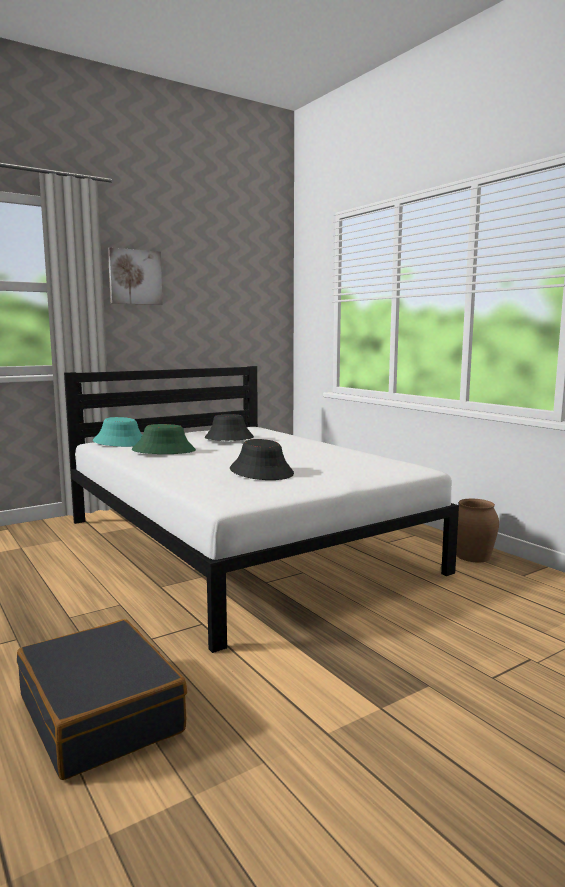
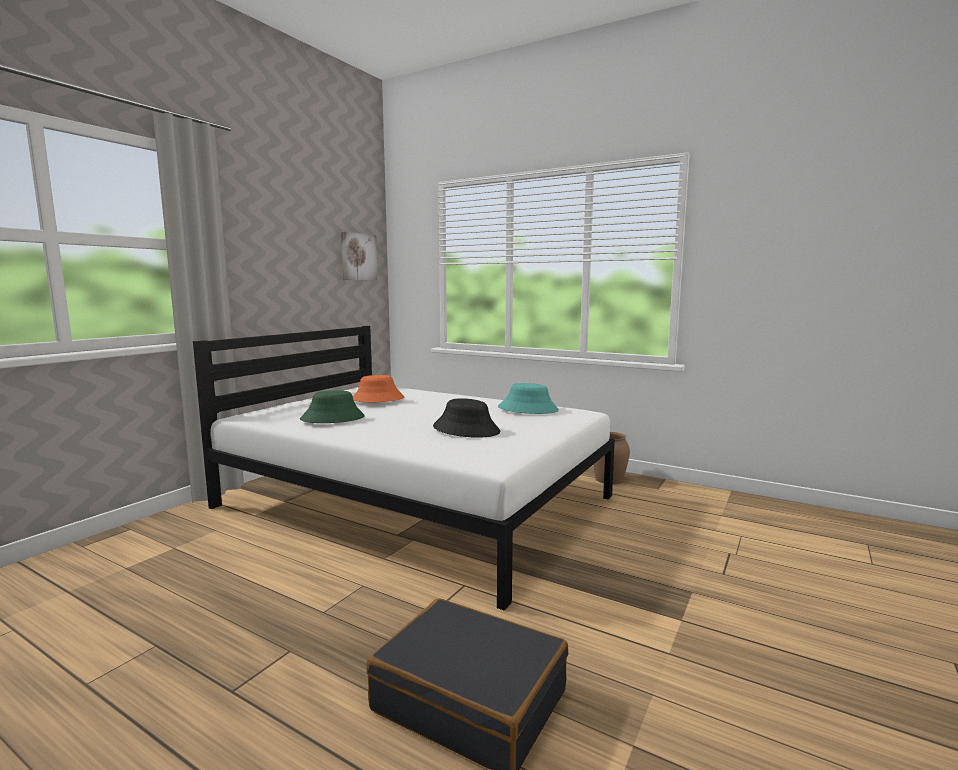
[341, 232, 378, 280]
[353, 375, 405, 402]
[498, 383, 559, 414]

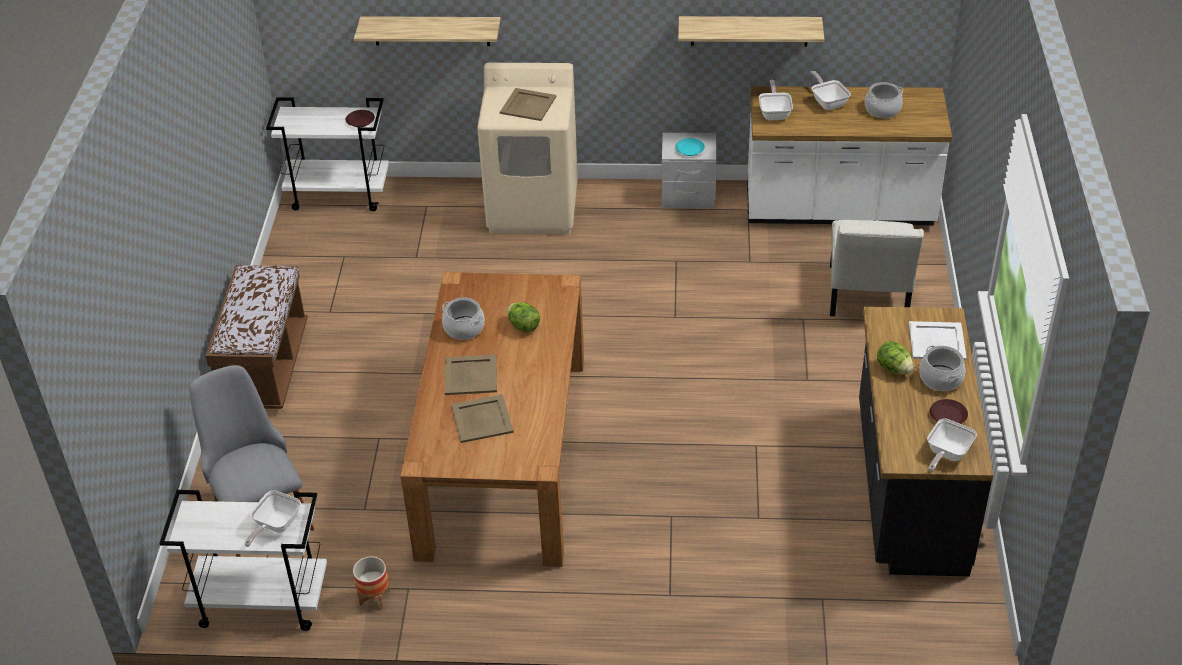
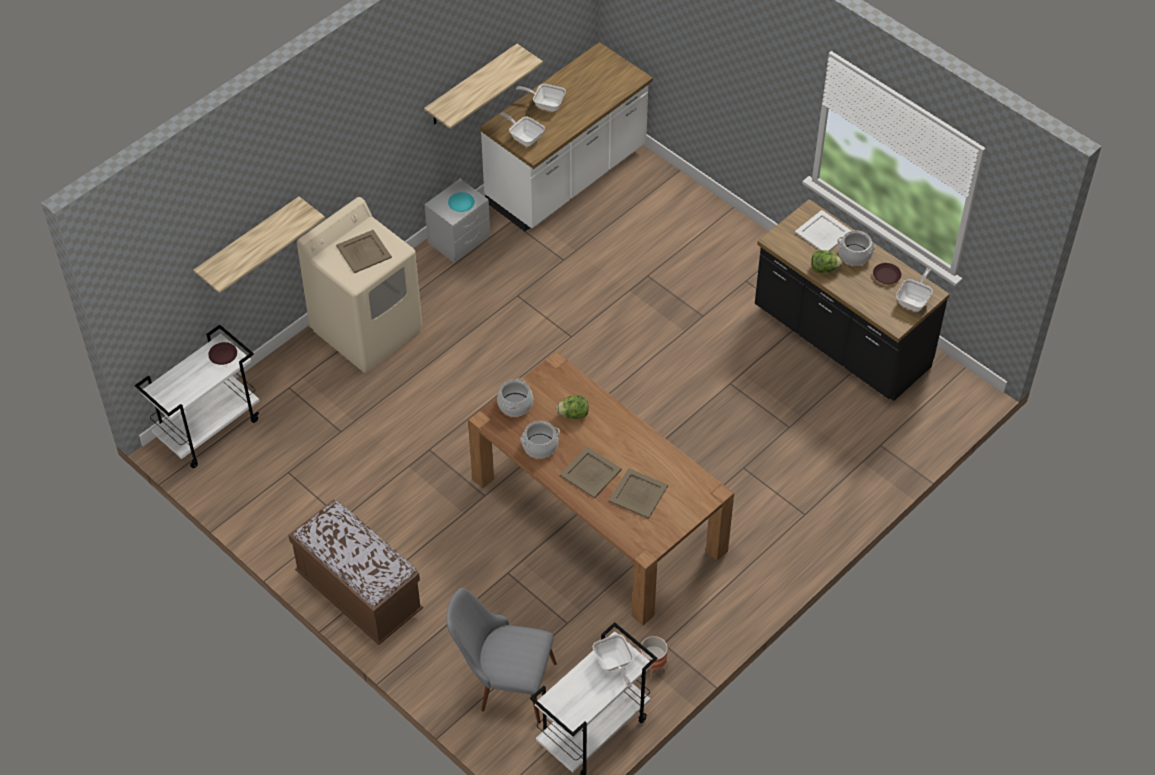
[497, 378, 533, 417]
[896, 268, 933, 311]
[830, 220, 924, 316] (first image)

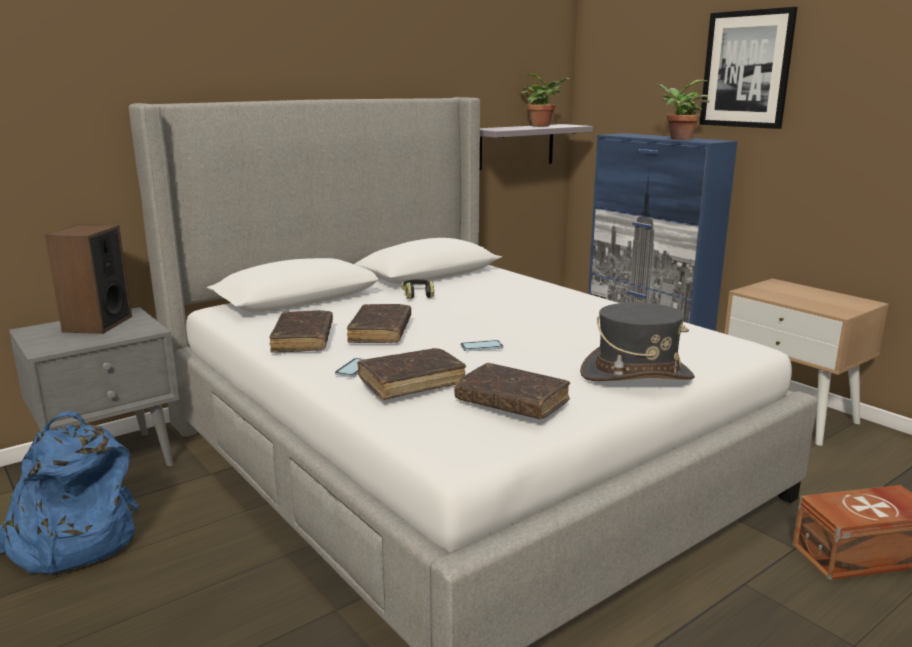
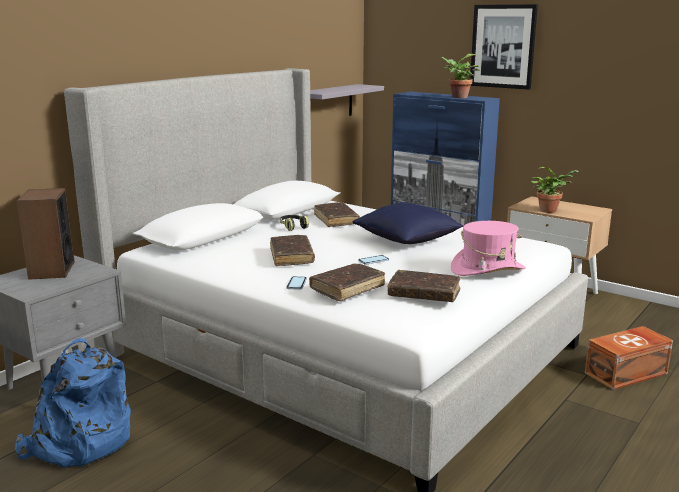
[314, 202, 360, 227]
[353, 203, 463, 244]
[451, 221, 526, 276]
[531, 167, 579, 213]

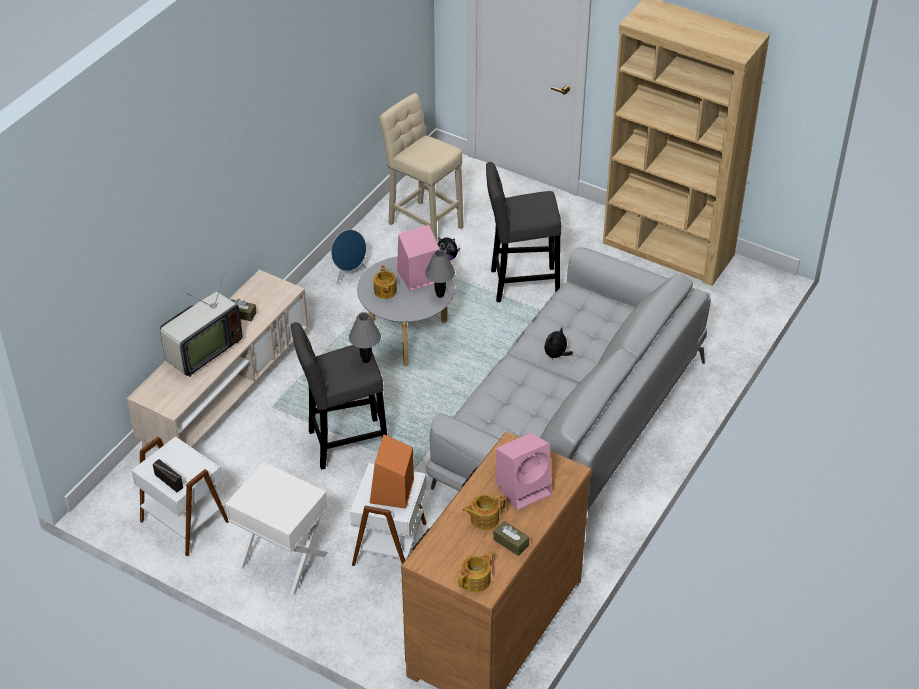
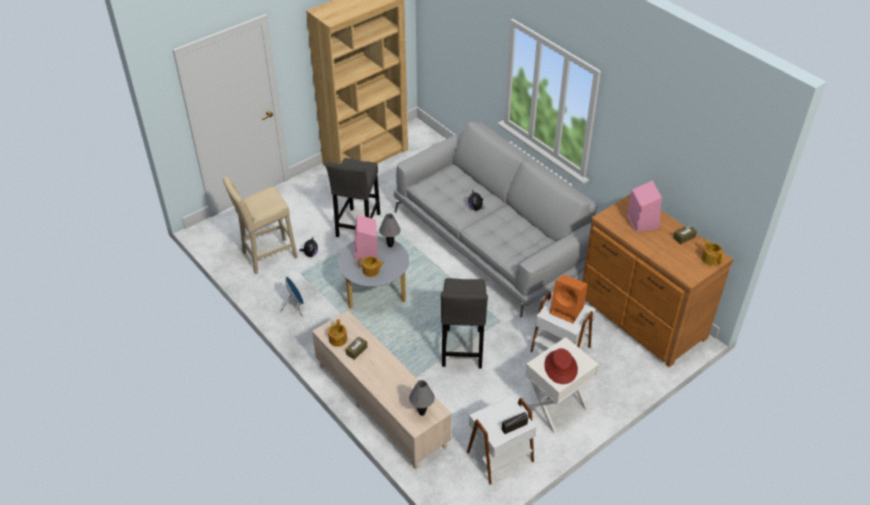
[328, 319, 347, 347]
[409, 380, 435, 416]
[544, 348, 578, 384]
[160, 268, 243, 377] (first image)

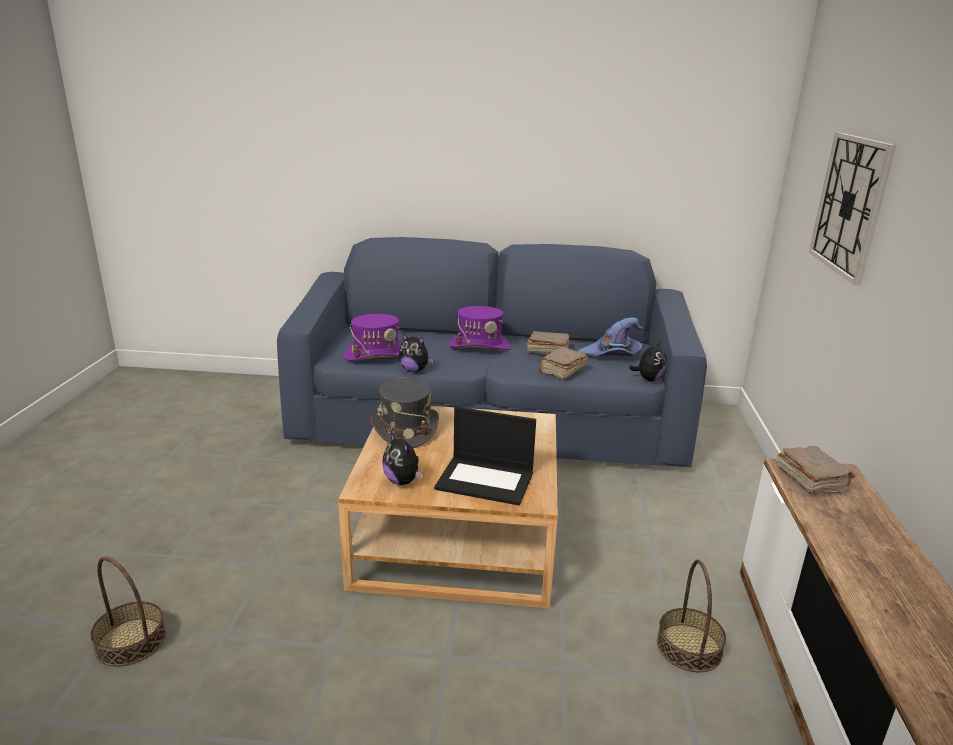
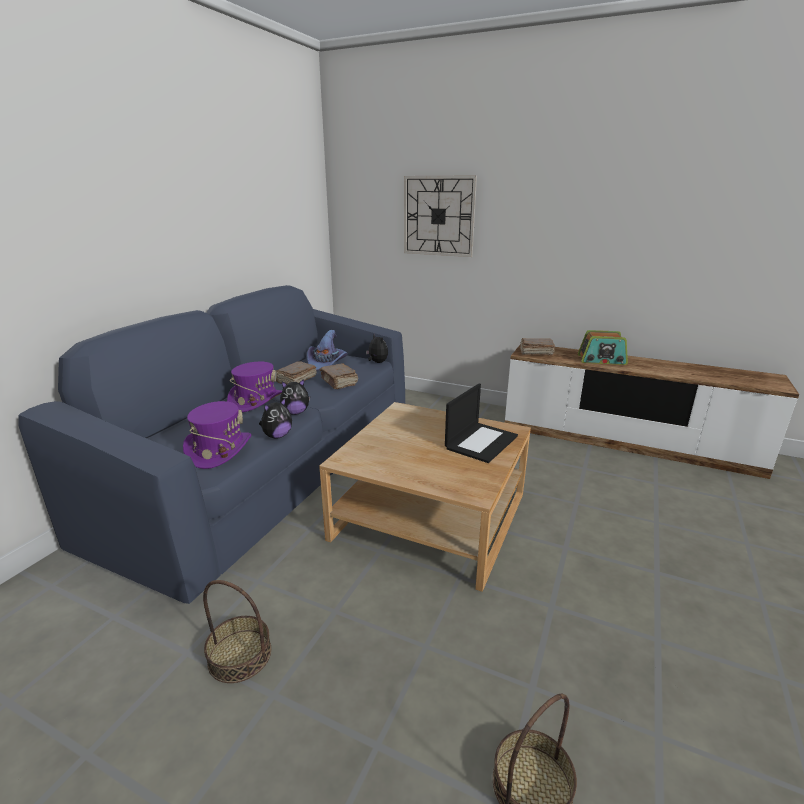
[203, 580, 271, 683]
[280, 379, 310, 415]
[578, 330, 628, 365]
[370, 377, 439, 448] (first image)

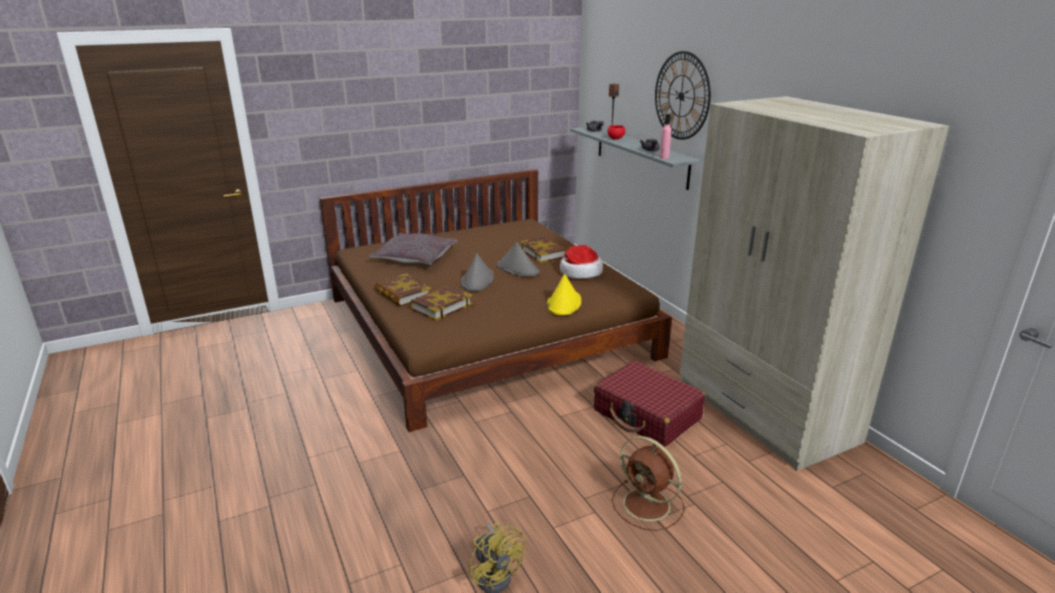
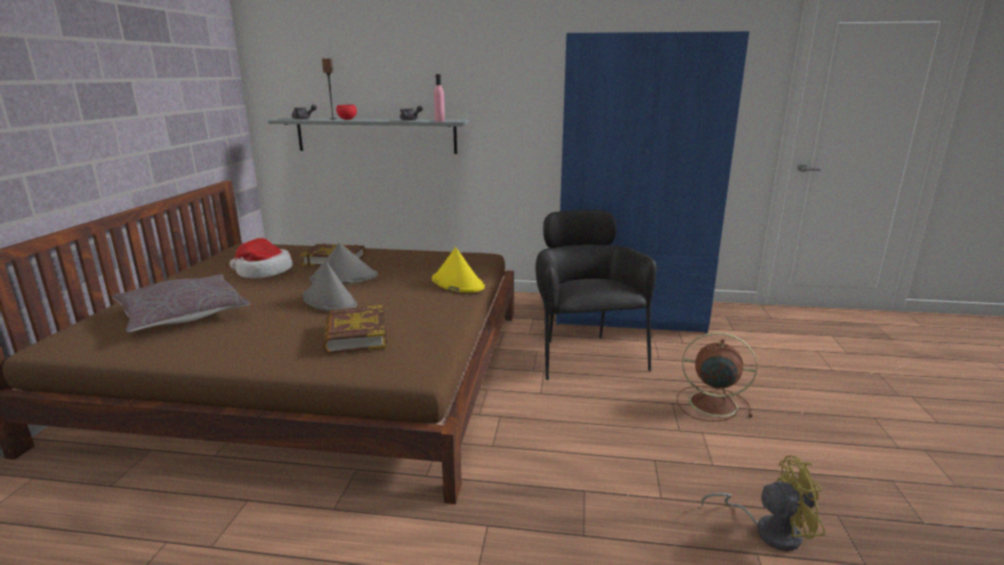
[230, 238, 293, 278]
[535, 210, 657, 380]
[556, 31, 749, 333]
[677, 332, 757, 422]
[375, 274, 431, 307] (first image)
[655, 51, 711, 140] (first image)

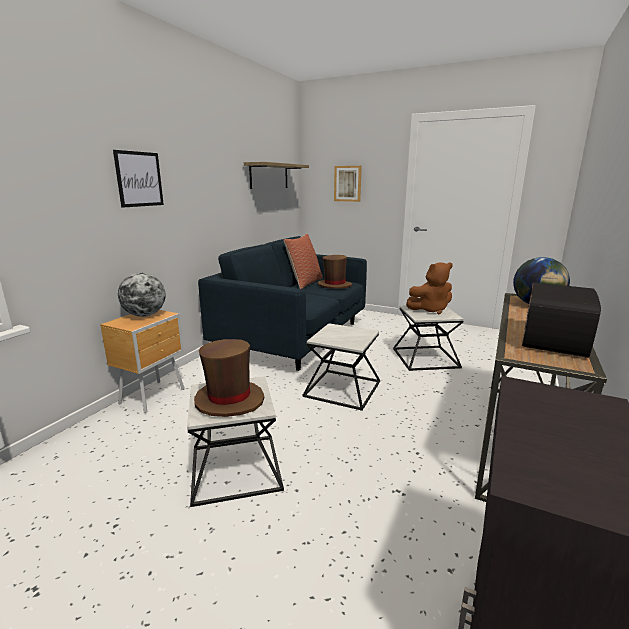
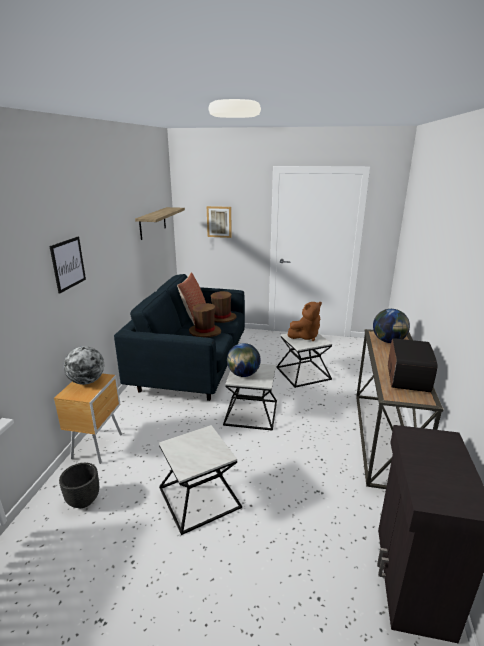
[59, 463, 99, 508]
[189, 303, 221, 337]
[227, 343, 261, 377]

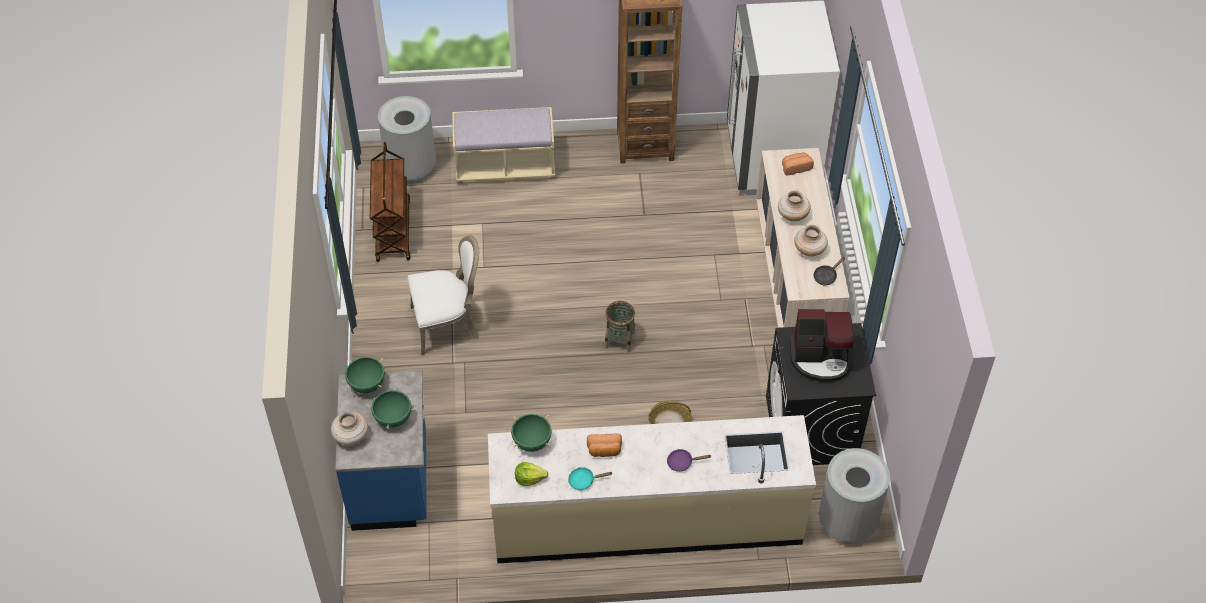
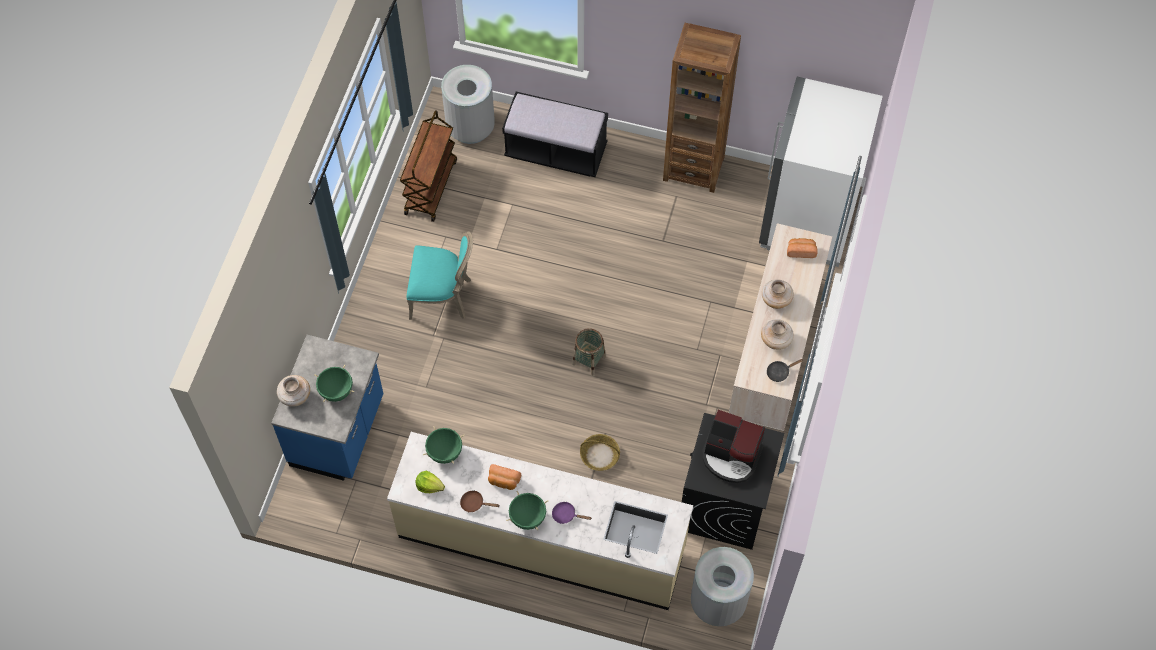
[407, 232, 473, 320]
[460, 490, 500, 513]
[502, 92, 608, 177]
[506, 491, 549, 530]

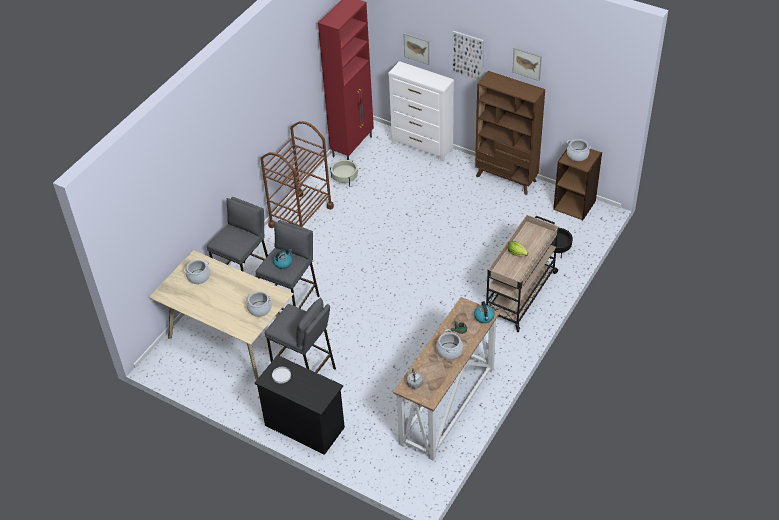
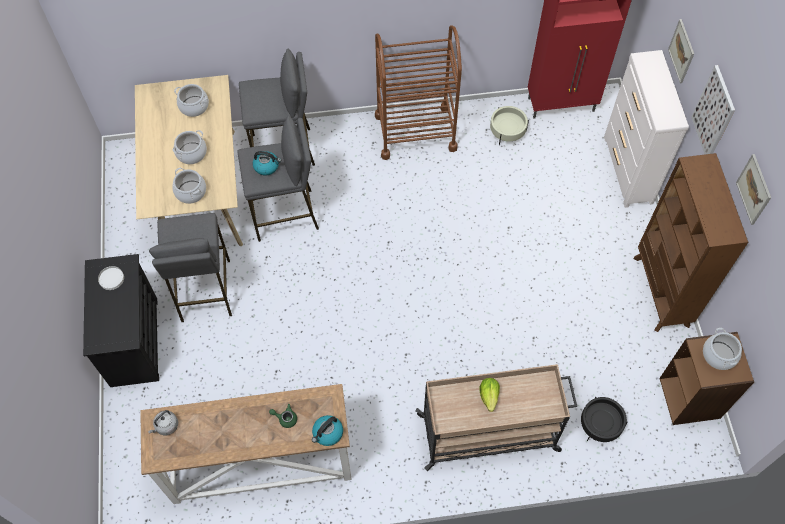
[172, 130, 207, 164]

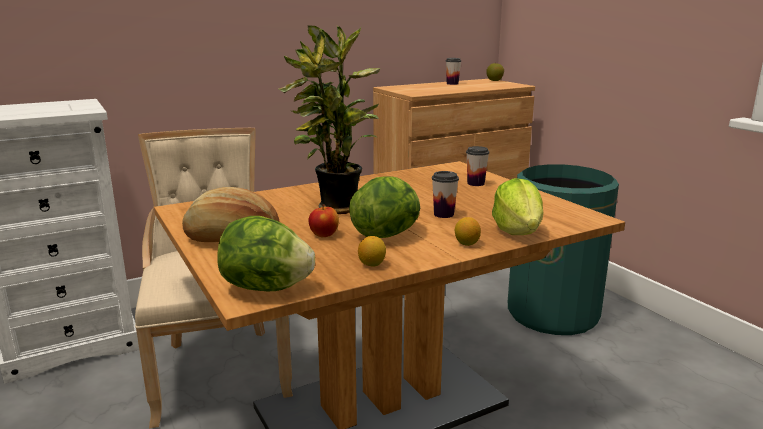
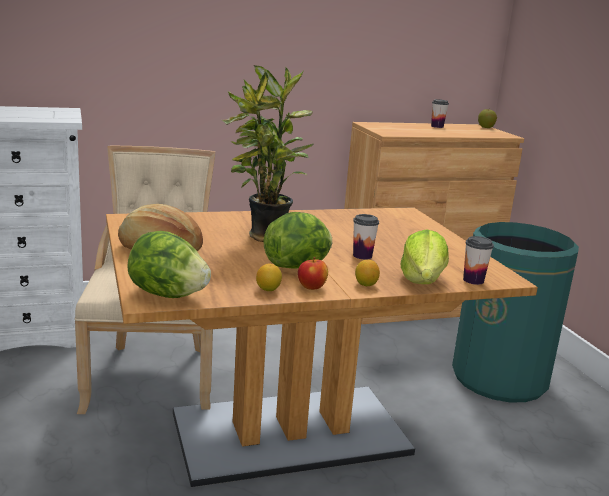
[298, 257, 328, 290]
[463, 236, 494, 285]

